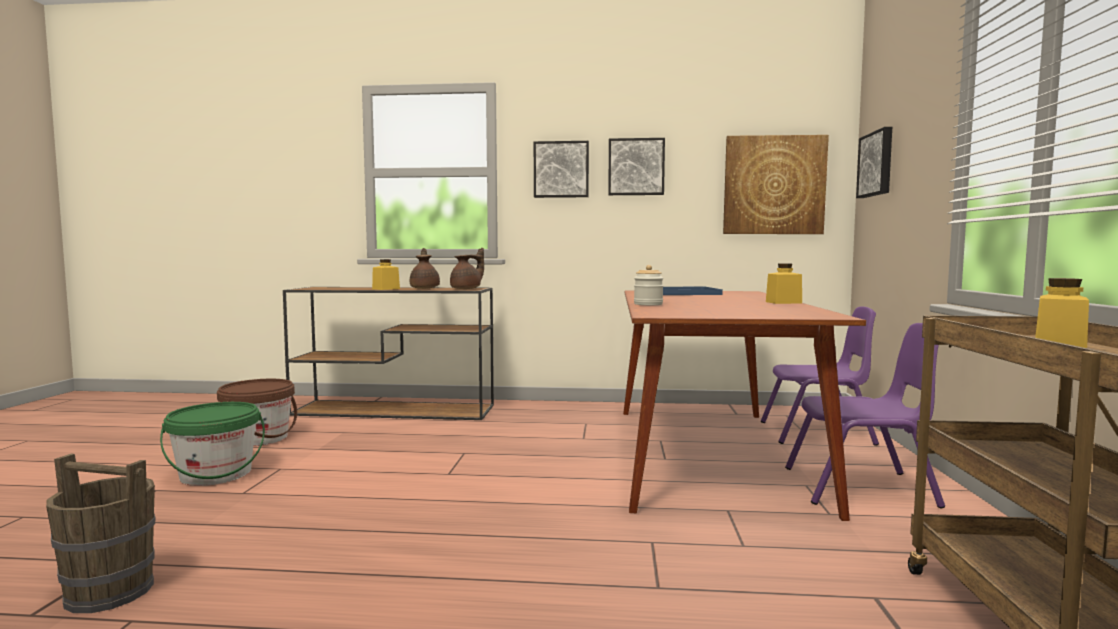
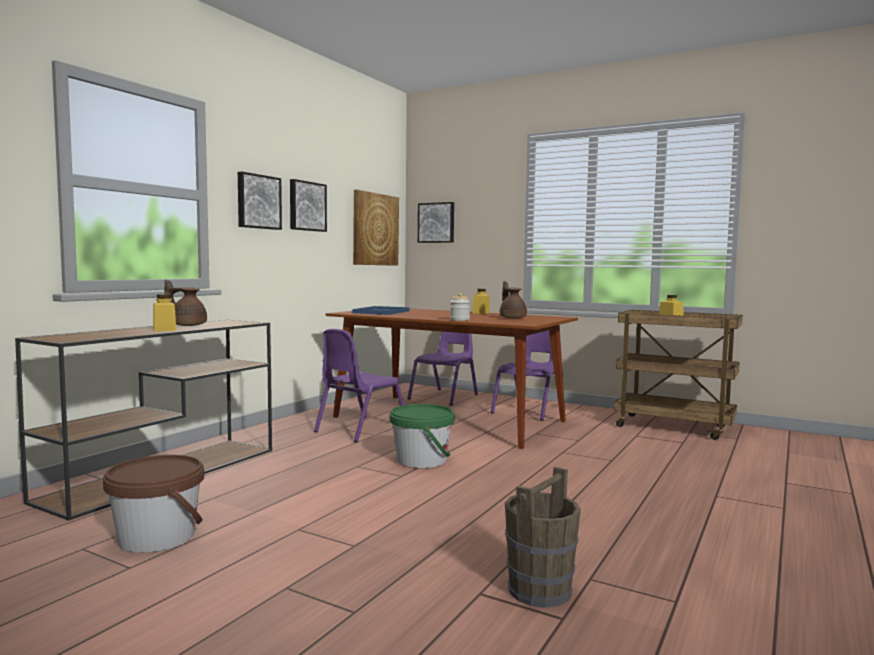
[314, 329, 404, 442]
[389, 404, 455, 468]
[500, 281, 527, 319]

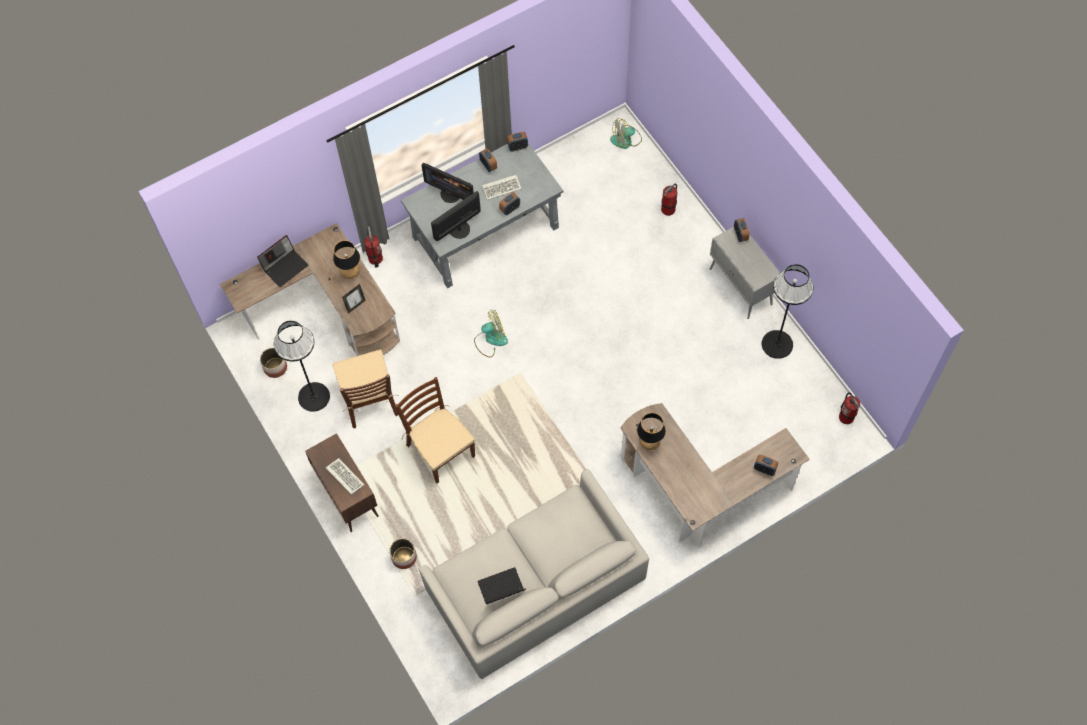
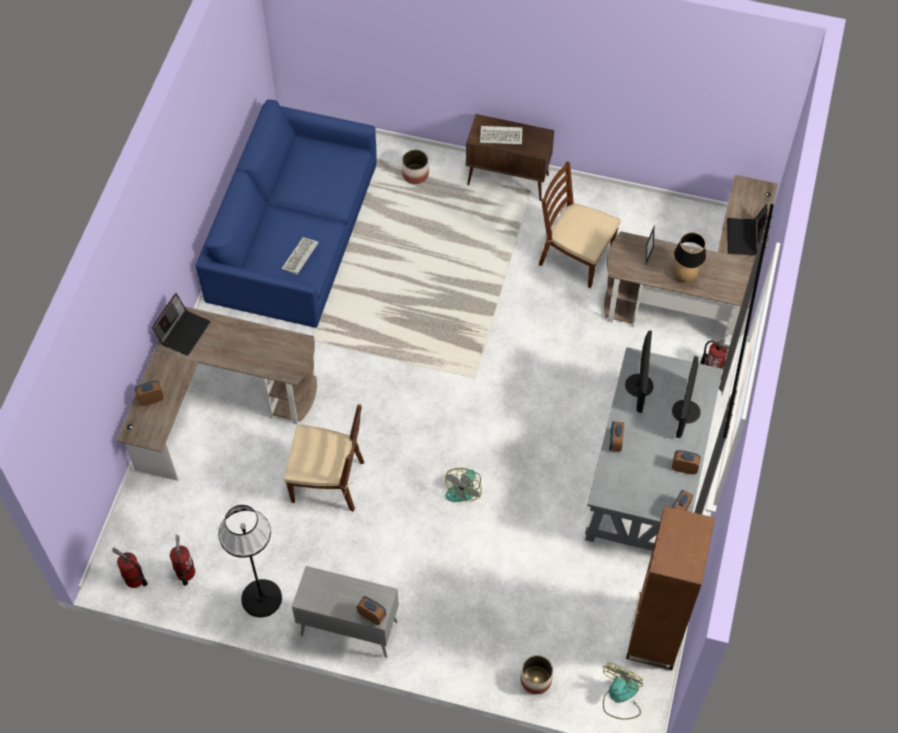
[152, 293, 211, 356]
[170, 535, 195, 586]
[196, 100, 377, 328]
[281, 237, 319, 275]
[284, 404, 364, 512]
[445, 468, 482, 502]
[520, 655, 553, 694]
[626, 506, 715, 670]
[672, 356, 701, 438]
[274, 321, 330, 412] (first image)
[635, 413, 666, 450] (first image)

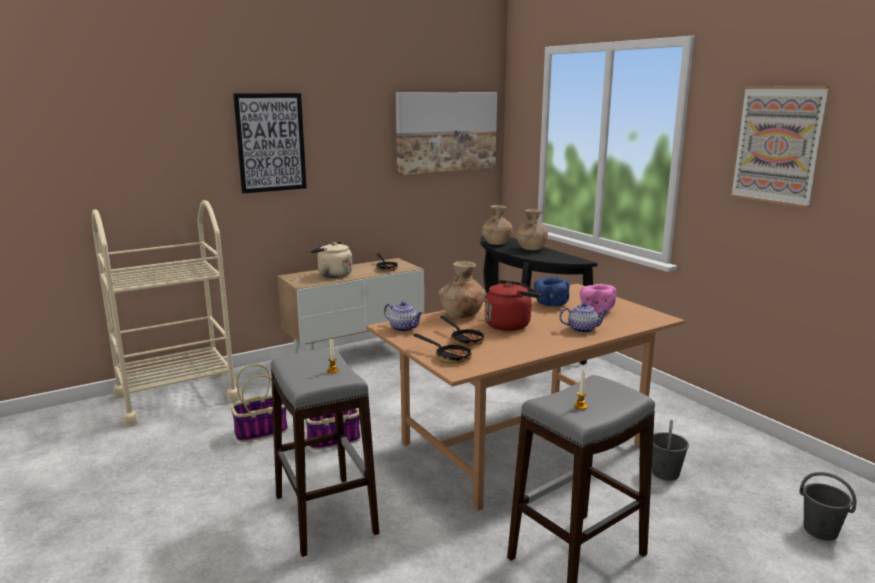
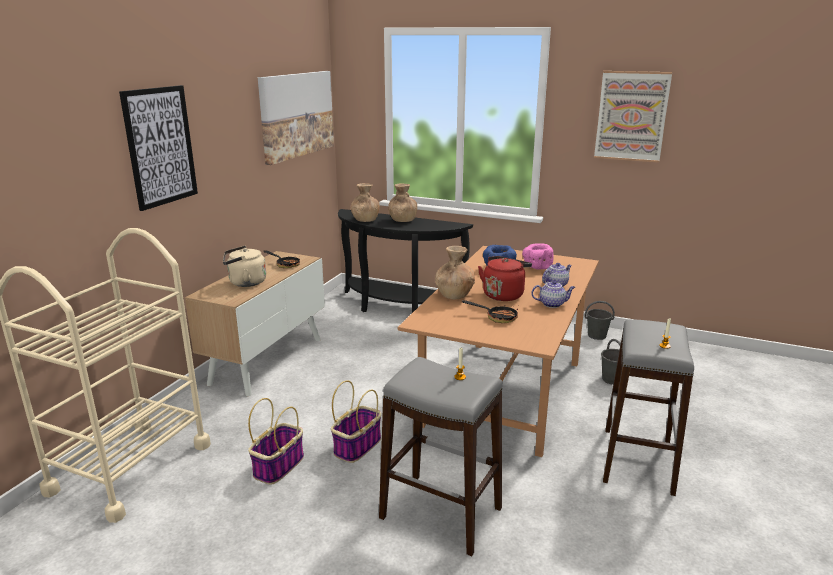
[531, 280, 575, 308]
[584, 301, 615, 340]
[413, 334, 472, 364] (first image)

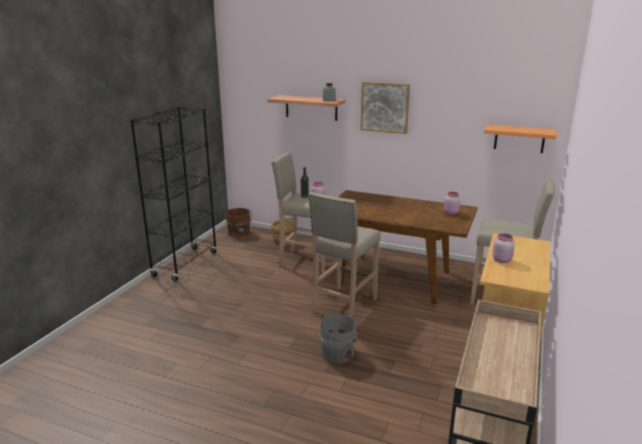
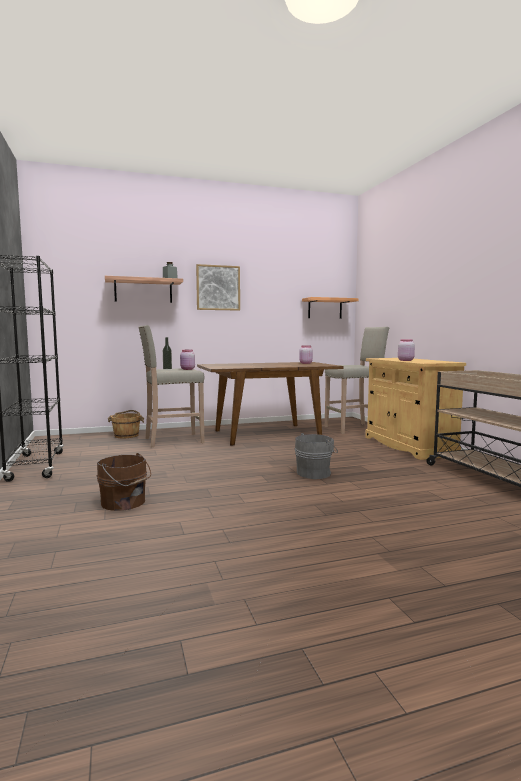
[97, 453, 151, 511]
[308, 192, 381, 318] (first image)

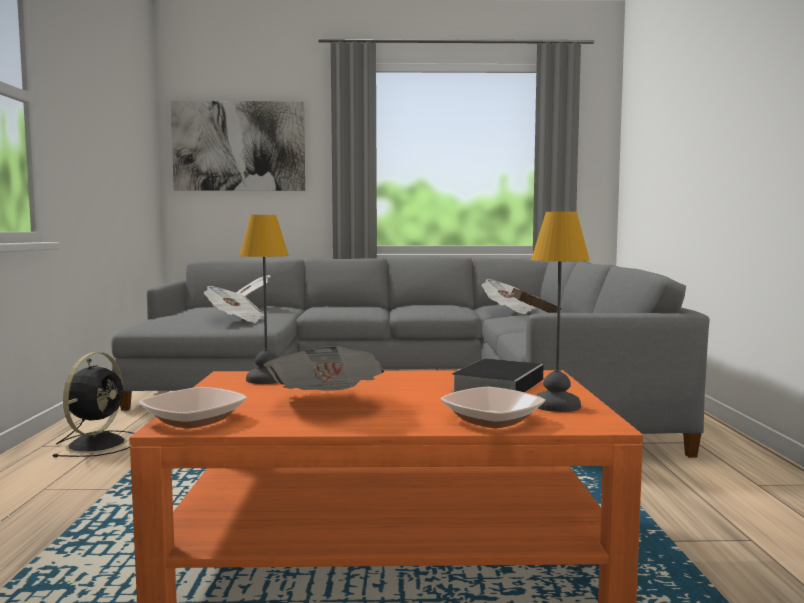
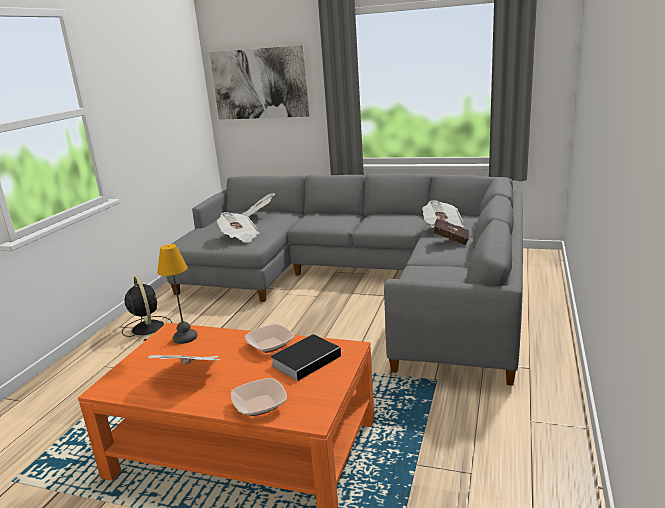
[122, 276, 172, 341]
[245, 324, 294, 353]
[531, 211, 590, 412] (first image)

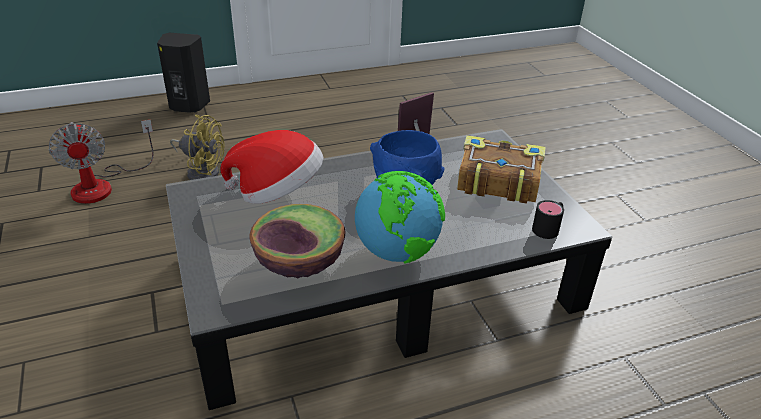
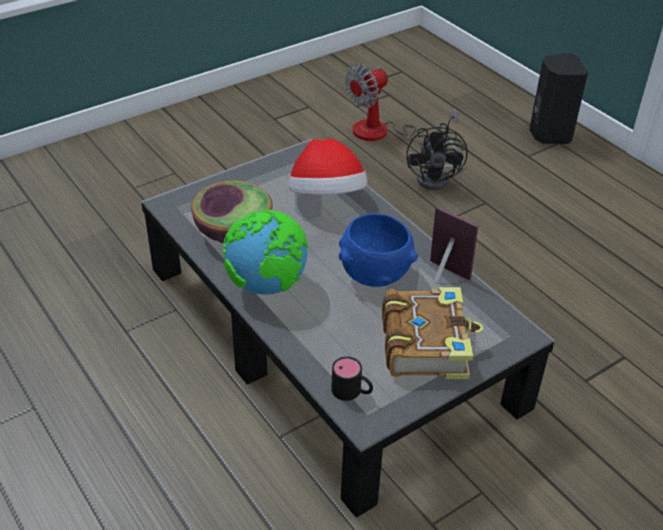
[406, 123, 468, 190]

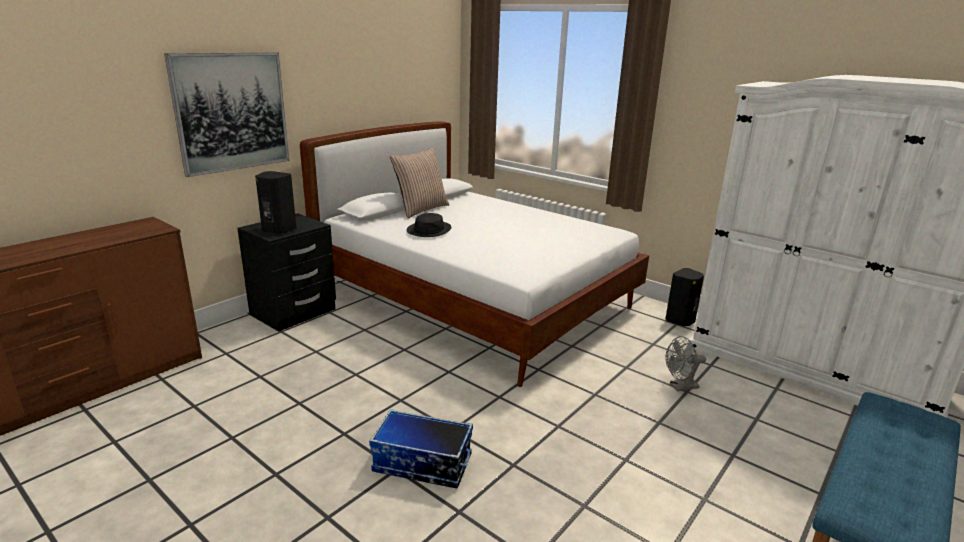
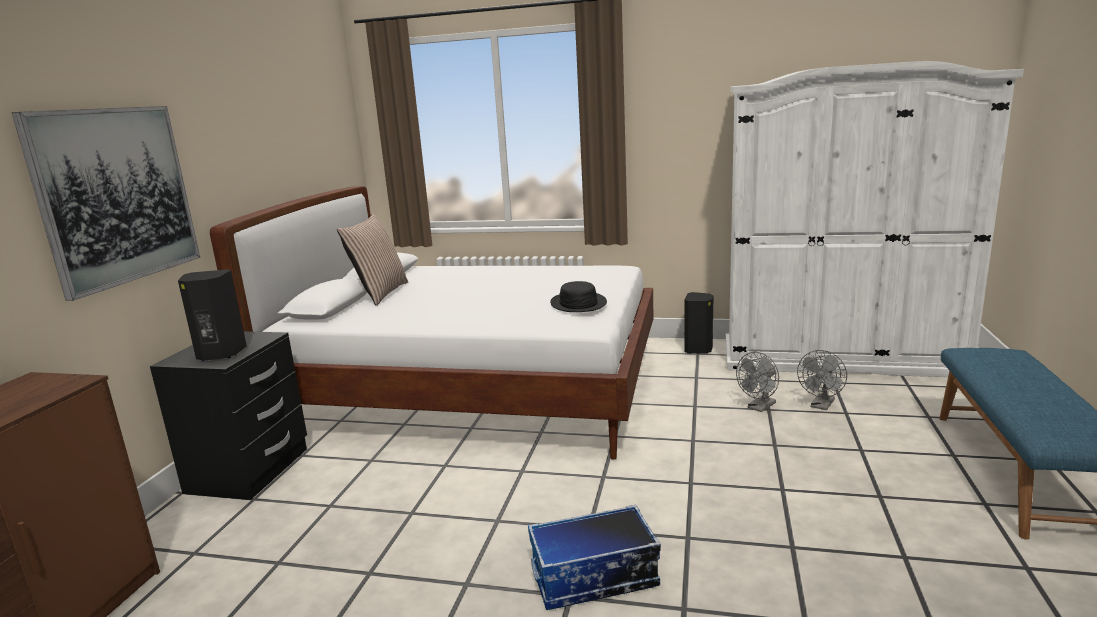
[550, 281, 607, 312]
[797, 350, 847, 410]

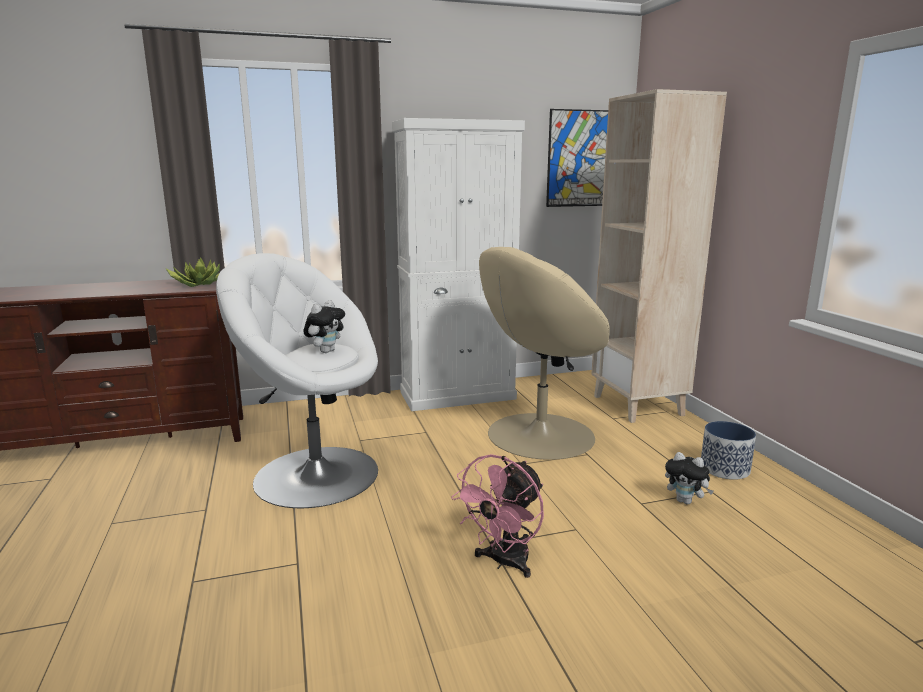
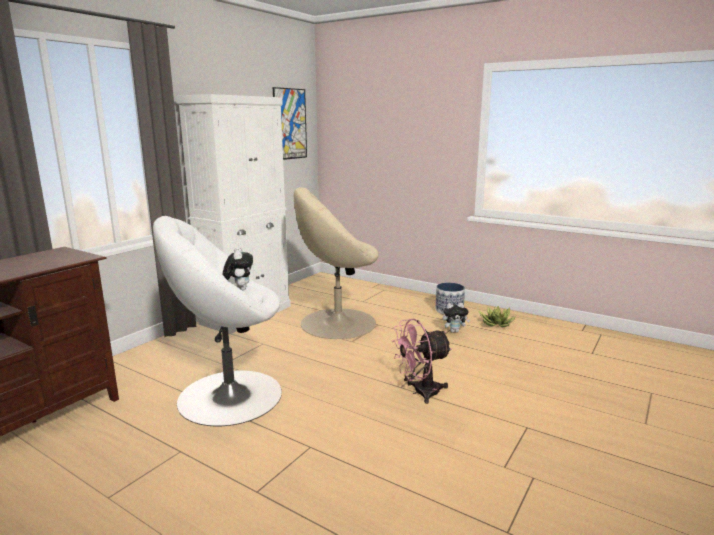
[294, 187, 379, 339]
[392, 319, 452, 404]
[478, 306, 516, 327]
[591, 89, 727, 423] (first image)

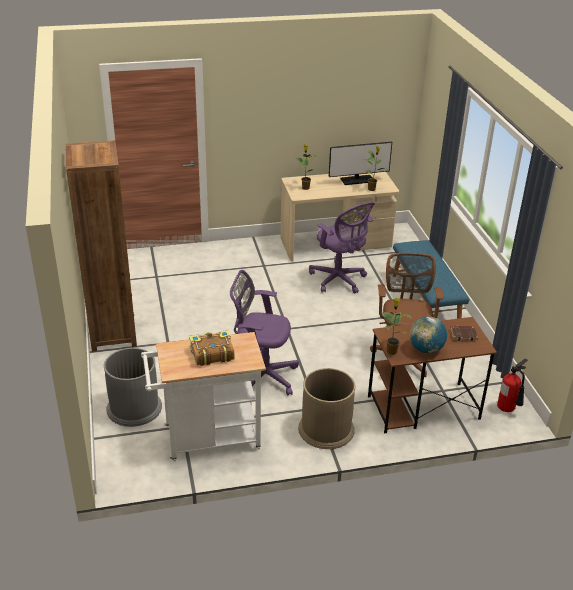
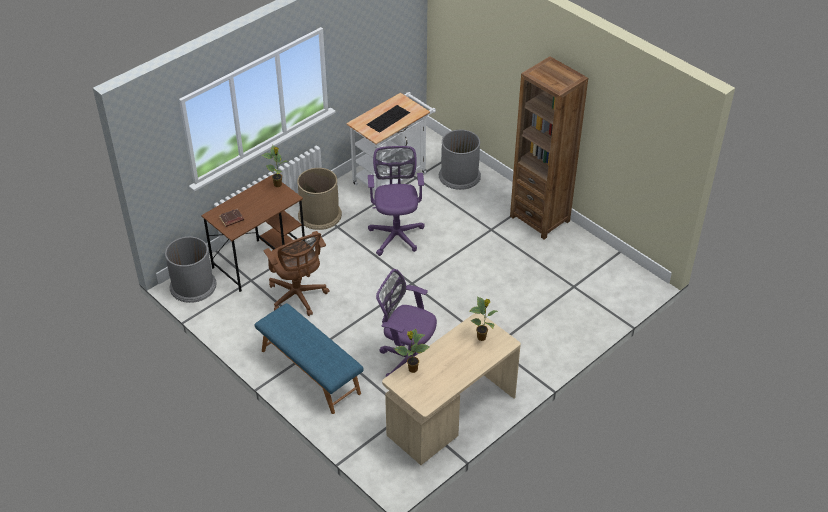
[165, 237, 217, 303]
[366, 105, 410, 133]
[368, 146, 425, 256]
[329, 142, 392, 185] (first image)
[410, 316, 447, 353] (first image)

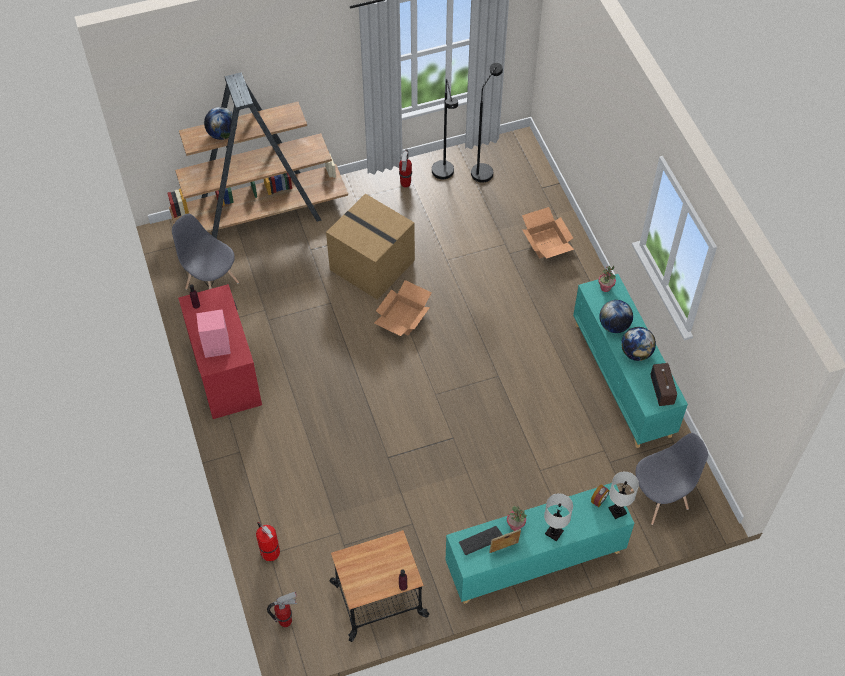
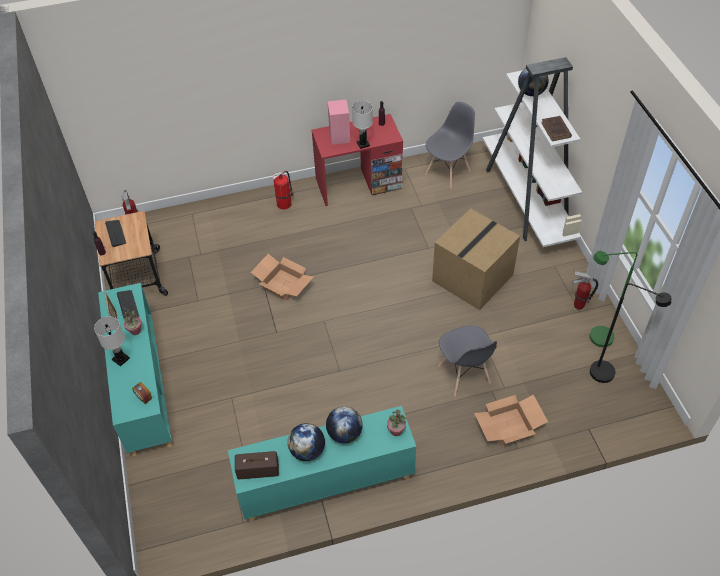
[105, 220, 126, 247]
[251, 254, 313, 300]
[273, 171, 294, 210]
[352, 101, 373, 149]
[438, 326, 497, 397]
[483, 57, 582, 247]
[541, 116, 572, 141]
[589, 251, 638, 347]

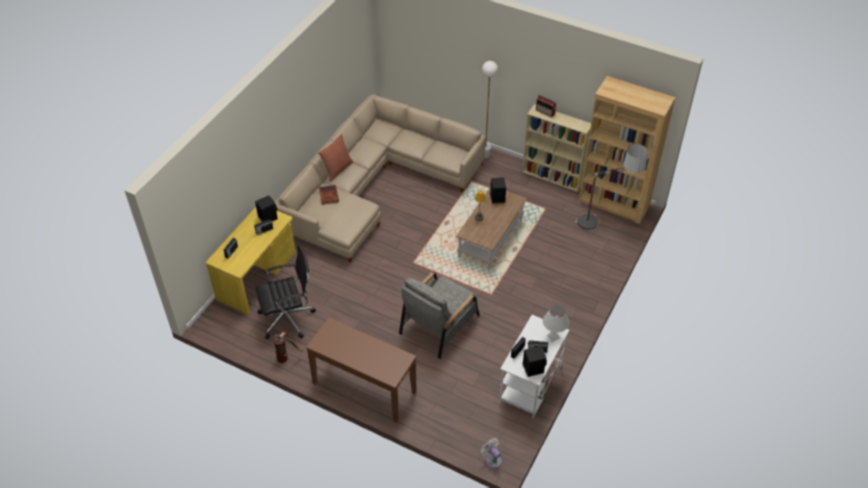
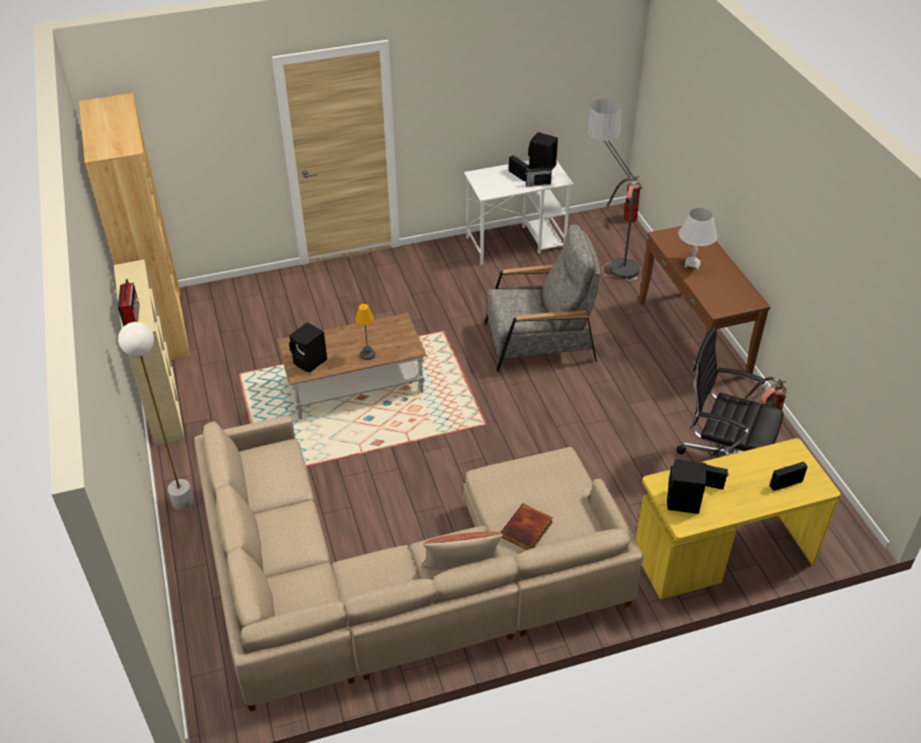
[587, 99, 640, 281]
[605, 176, 643, 223]
[678, 208, 717, 270]

